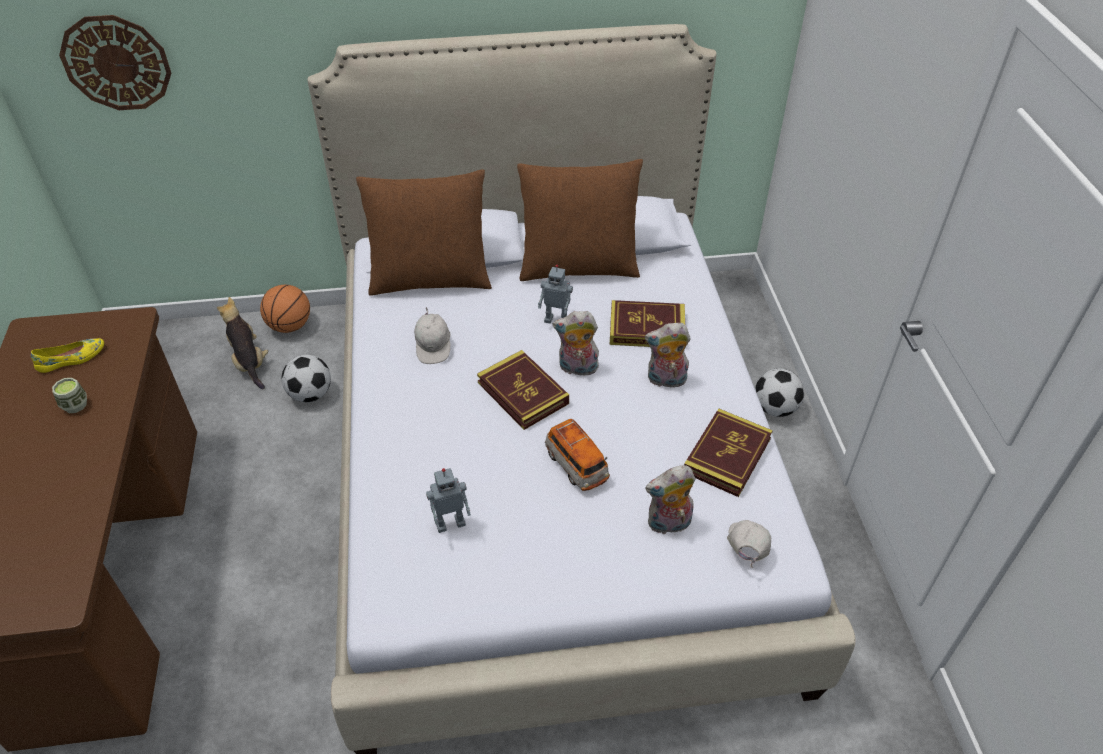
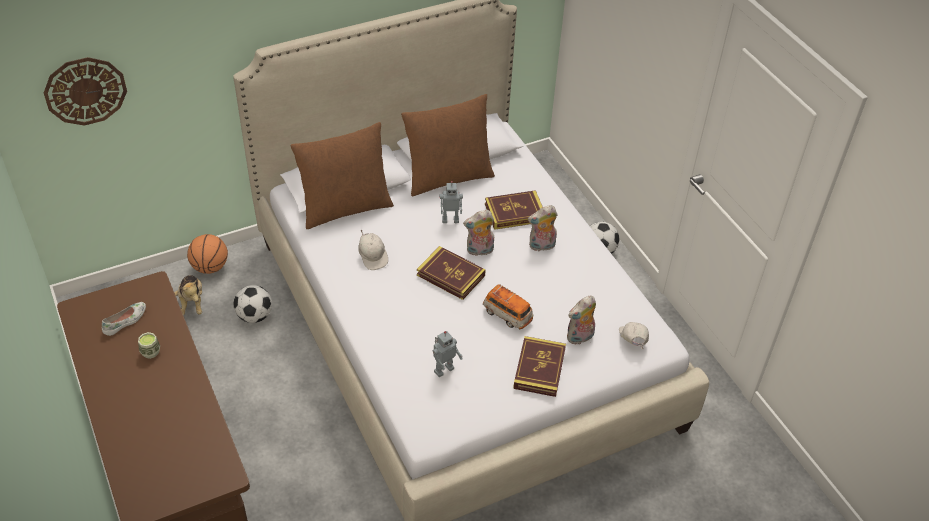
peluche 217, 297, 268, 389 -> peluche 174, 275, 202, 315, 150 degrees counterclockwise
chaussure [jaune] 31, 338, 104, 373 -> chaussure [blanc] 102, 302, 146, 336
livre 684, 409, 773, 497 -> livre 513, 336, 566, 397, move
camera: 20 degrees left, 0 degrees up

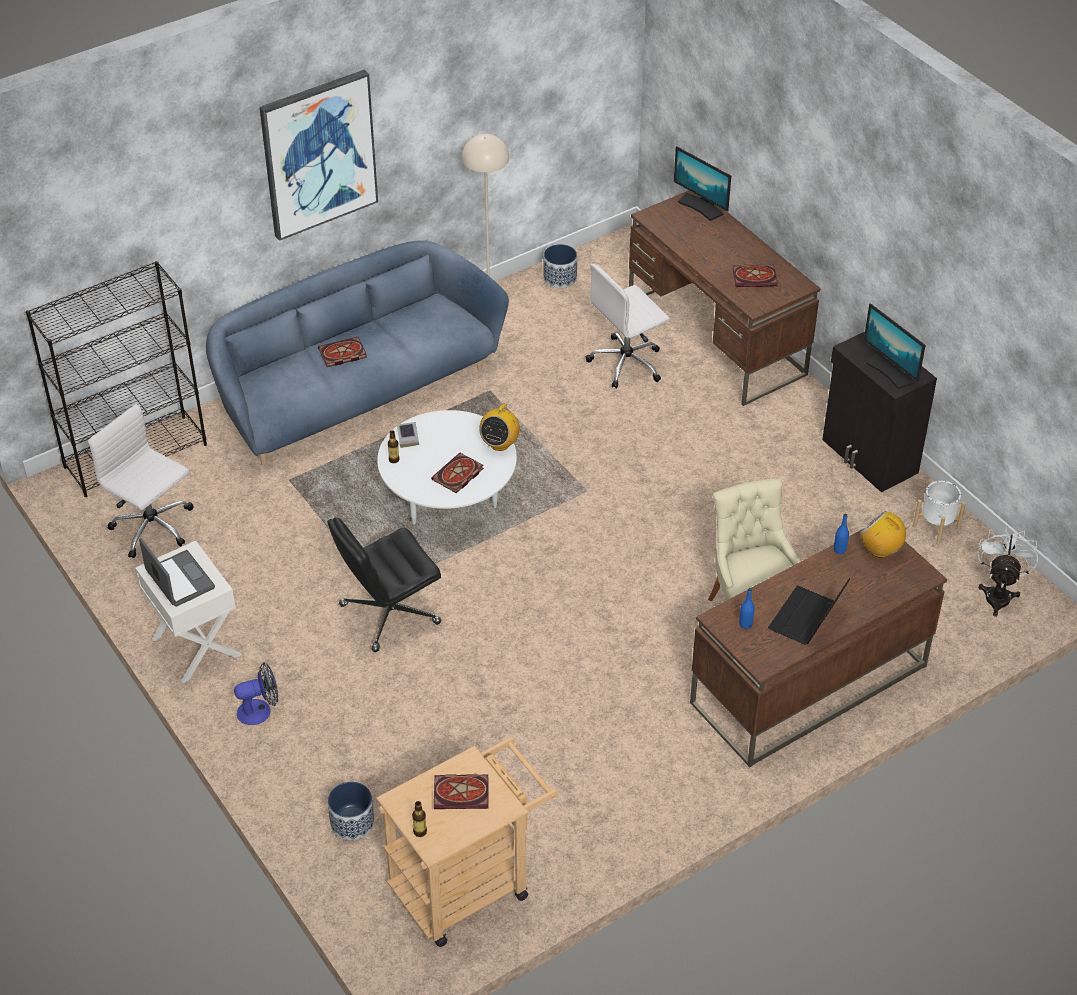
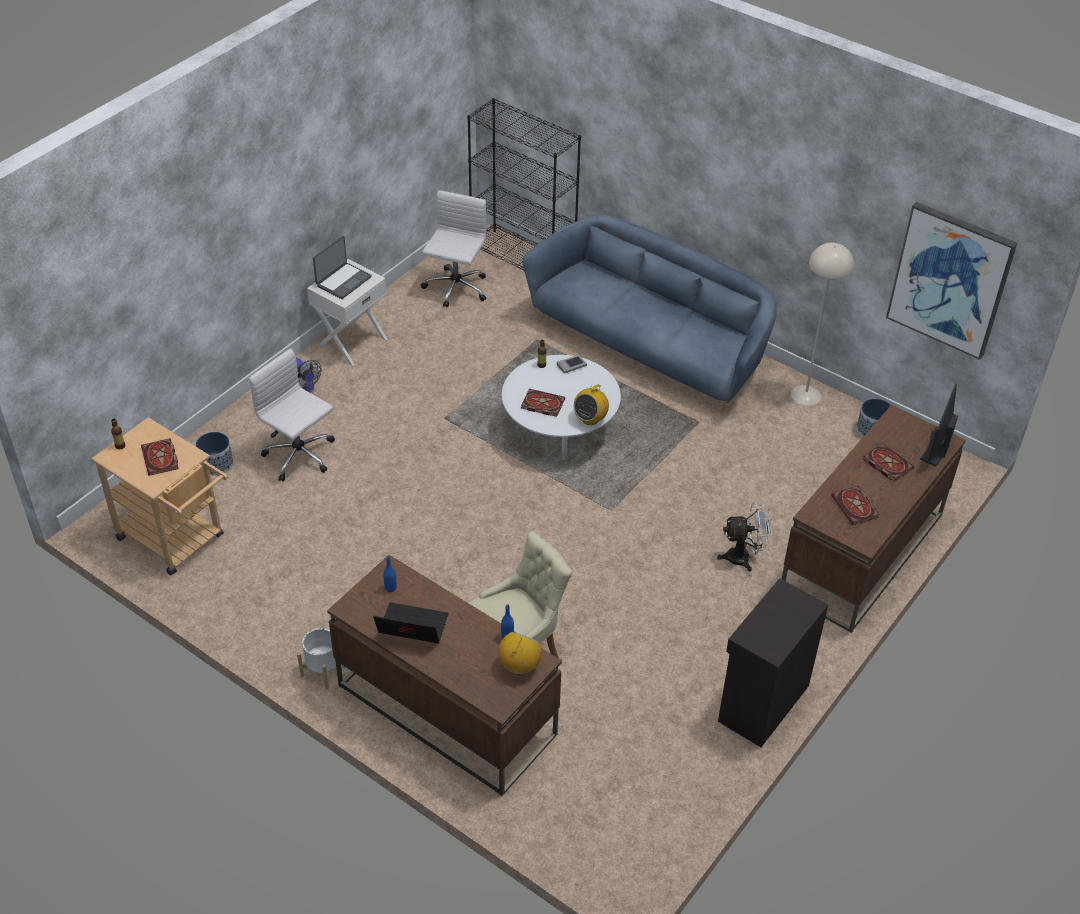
tableau 259, 70, 378, 241 -> tableau 886, 202, 1017, 360, move
chaise de bureau [blanc] 586, 264, 670, 389 -> chaise de bureau [blanc] 249, 348, 335, 482, move
écran d'ordinateur 864, 303, 926, 389 -> none
livre 318, 337, 367, 367 -> livre 863, 443, 914, 482, move
radio 479, 404, 520, 451 -> radio 574, 385, 609, 425, 60 degrees counterclockwise
cache-pot [blanc] 913, 481, 966, 544 -> cache-pot [blanc] 297, 628, 346, 689, move
chaise de bureau [noir] 327, 517, 441, 652 -> none
ventilateur [blanc] 977, 526, 1039, 617 -> ventilateur [blanc] 717, 502, 772, 572, move
camera: 70 degrees right, 0 degrees up

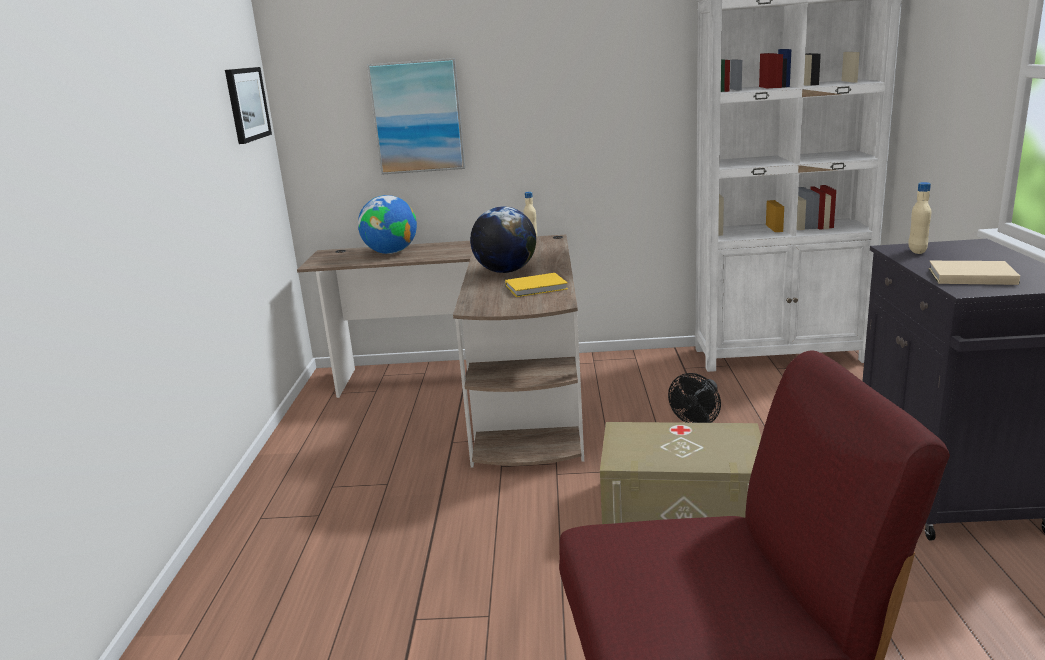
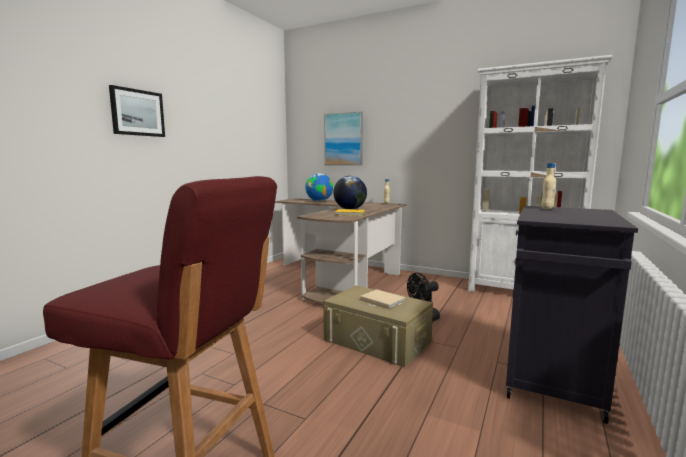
tableau 225, 67, 272, 144 -> tableau 109, 85, 165, 137, move
livre [beige] 929, 261, 1020, 285 -> livre [beige] 360, 289, 406, 309, move
camera: 25 degrees right, 10 degrees down

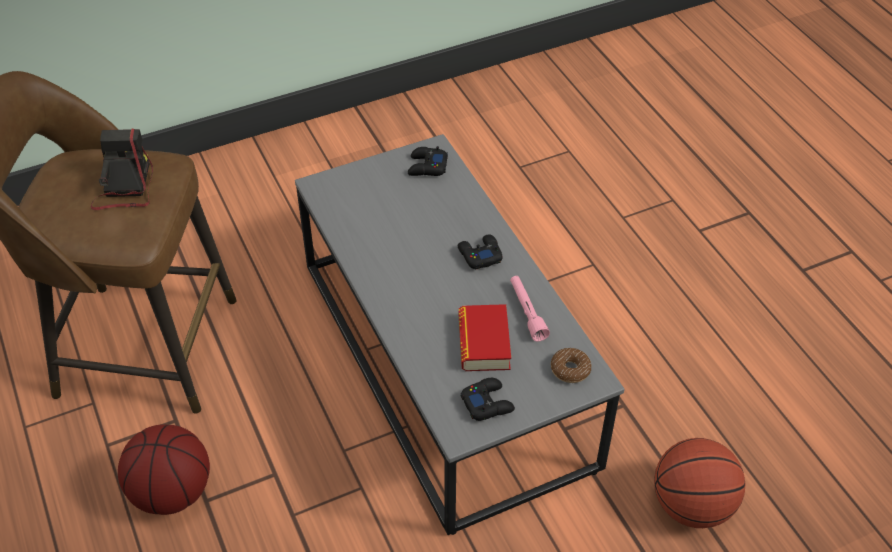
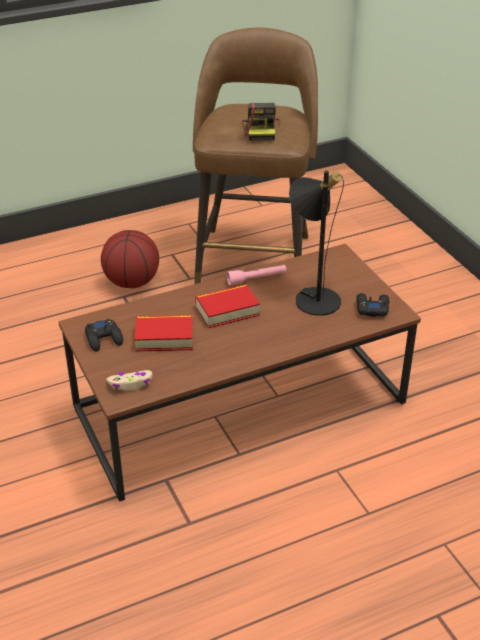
appareil photo 91, 129, 153, 210 -> appareil photo 242, 102, 281, 140, 90 degrees clockwise
table basse [gris] 295, 134, 625, 535 -> table basse [marron] 58, 244, 421, 502
manette [noir] 458, 234, 503, 270 -> none
lampe de poche [rose] 510, 276, 550, 341 -> lampe de poche [rose] 227, 265, 286, 286, move
beignet 551, 348, 591, 383 -> manette [beige] 106, 370, 153, 391
ballon de basket 654, 438, 745, 528 -> none
none -> lampe de table [noir] 289, 171, 344, 316
none -> livre 195, 284, 260, 328
camera: 90 degrees right, 10 degrees down

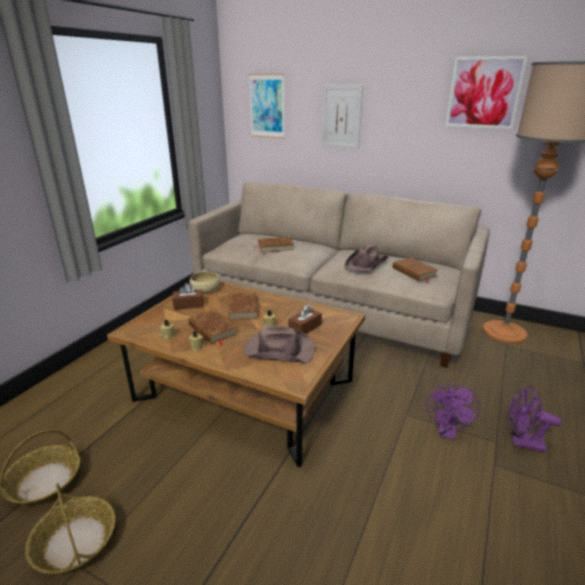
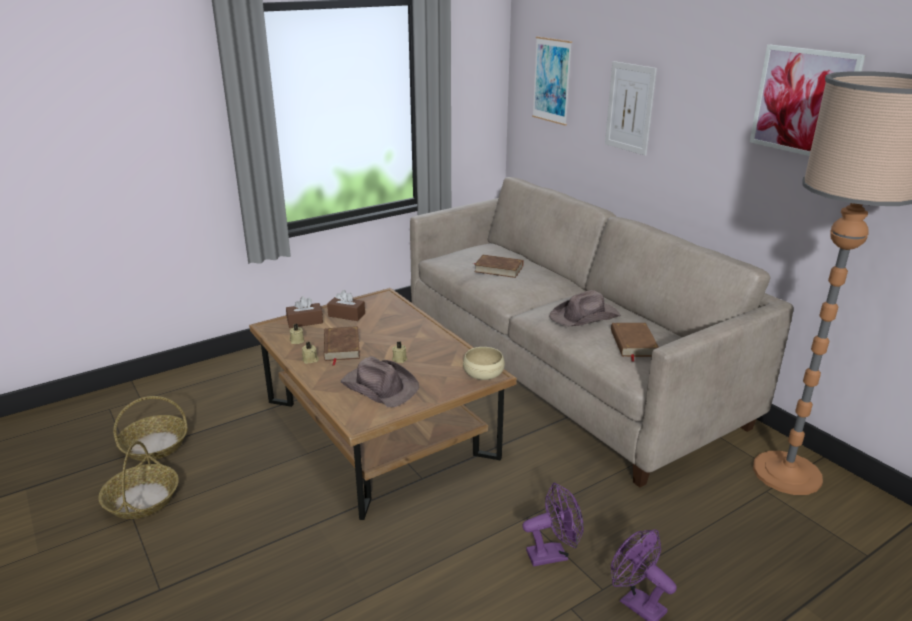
bol [beige] 190, 271, 219, 293 -> bol [beige] 463, 347, 505, 380, move
livre [marron] 228, 292, 258, 320 -> none
boîte à mouchoirs [marron] 289, 304, 322, 334 -> boîte à mouchoirs [marron] 286, 296, 323, 328, move
ventilateur [violet] 427, 383, 481, 440 -> ventilateur [violet] 523, 483, 583, 566, 150 degrees counterclockwise
camera: 30 degrees right, 0 degrees up

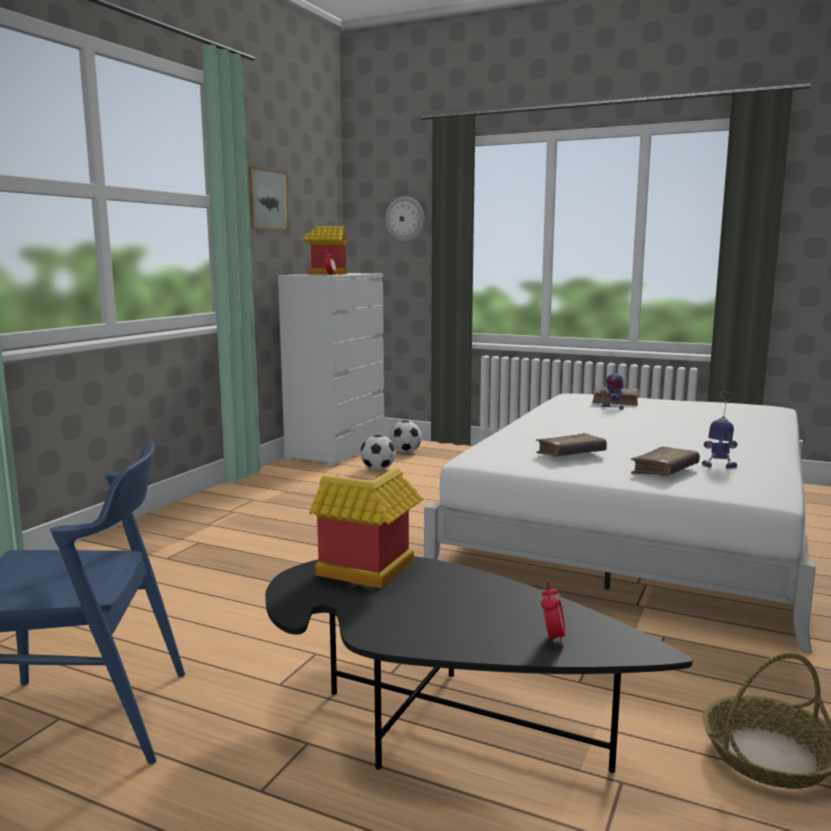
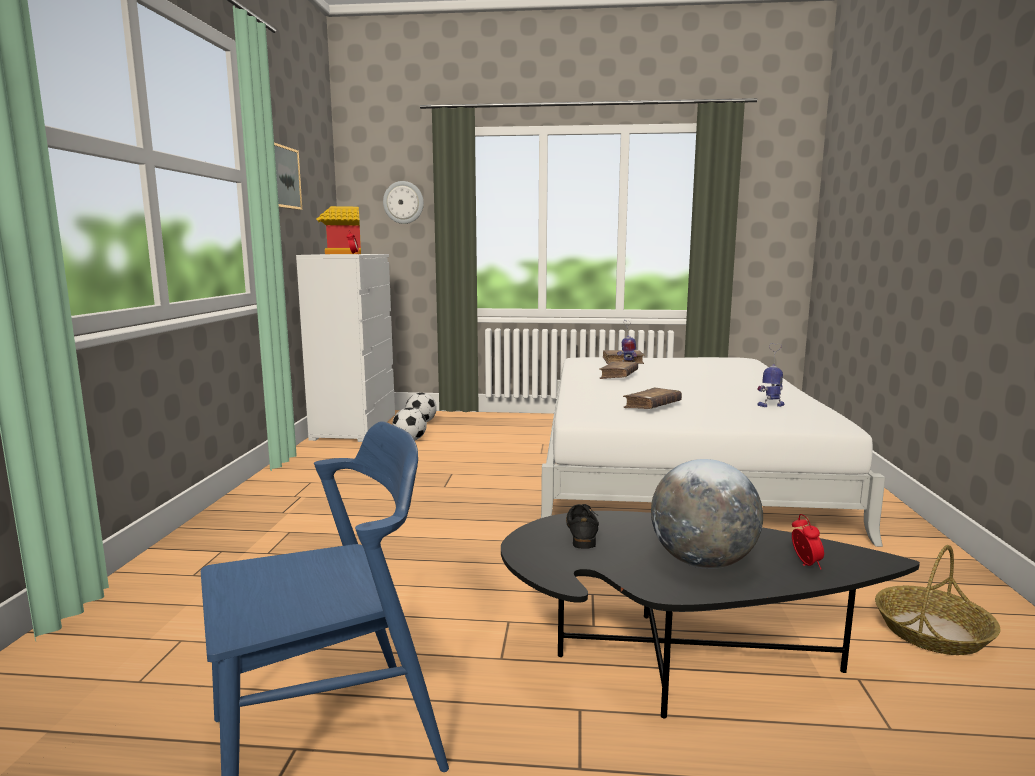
livre [marron] 631, 447, 700, 476 -> livre [marron] 599, 361, 638, 379, move
maison miniature 309, 468, 424, 588 -> chaussure [noir] 566, 504, 599, 548
none -> globe 651, 459, 763, 569
camera: 20 degrees left, 0 degrees up

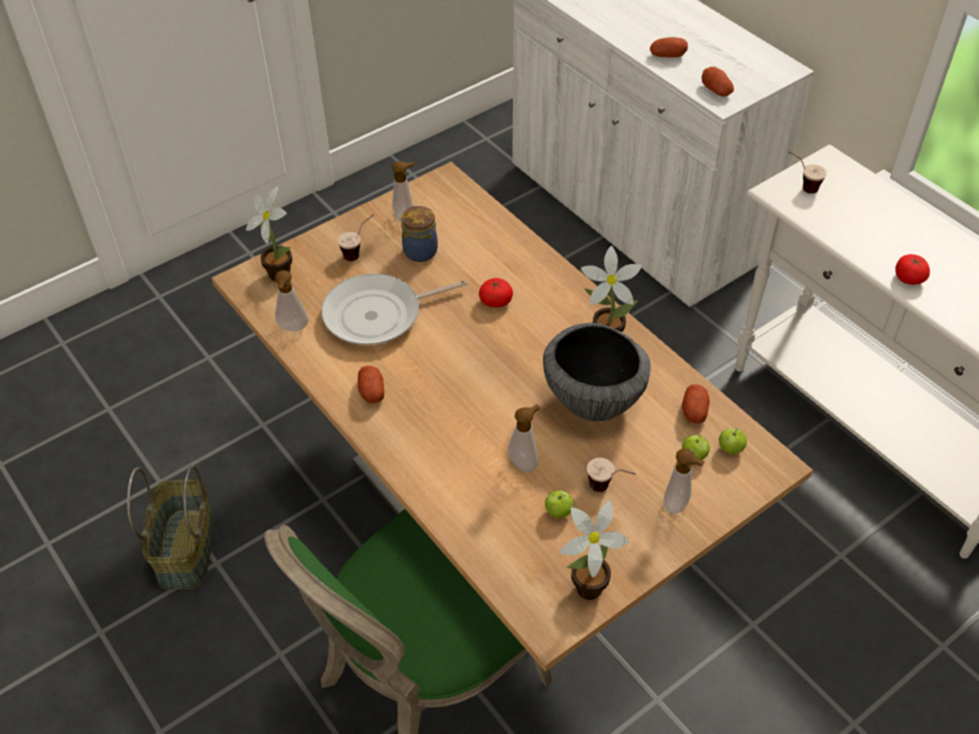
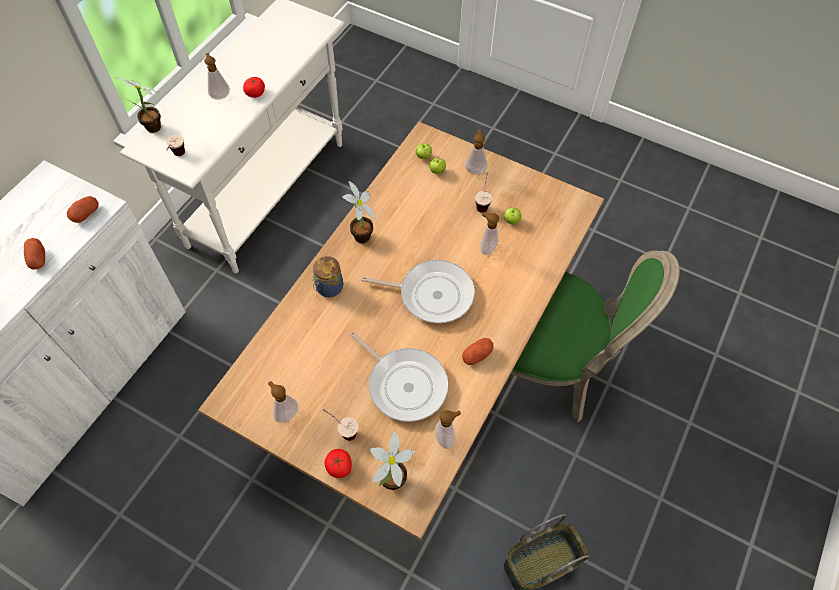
bocal 401, 206, 438, 262 -> bocal 312, 256, 343, 297, move
tomate 479, 278, 513, 308 -> tomate 325, 449, 352, 478, move
bol 543, 323, 651, 421 -> none
pomme de terre 682, 384, 710, 424 -> none
plante en pot 559, 500, 629, 600 -> plante en pot 115, 77, 161, 133, move
none -> distributeur de savon 204, 53, 230, 100
none -> poêle 361, 260, 475, 323
camera: 115 degrees left, 10 degrees up

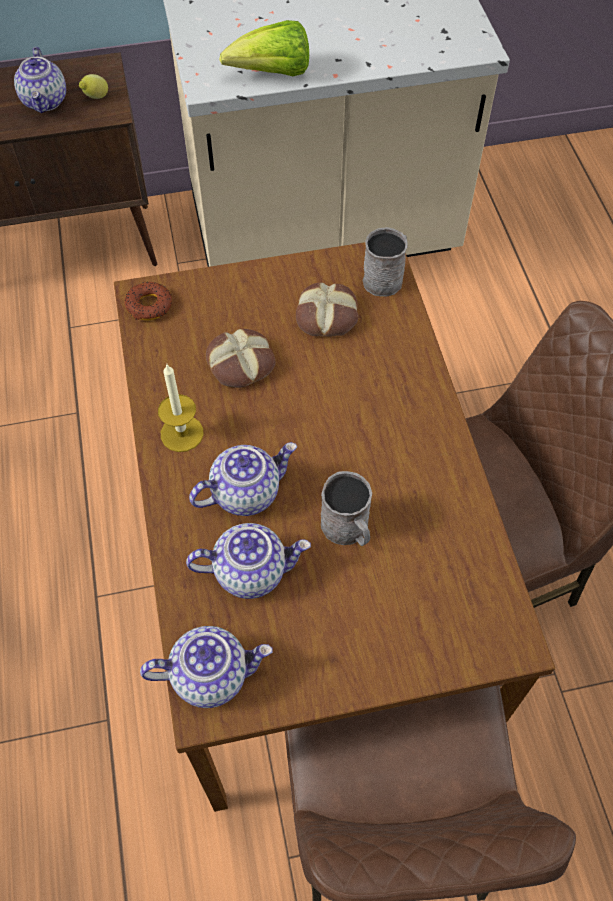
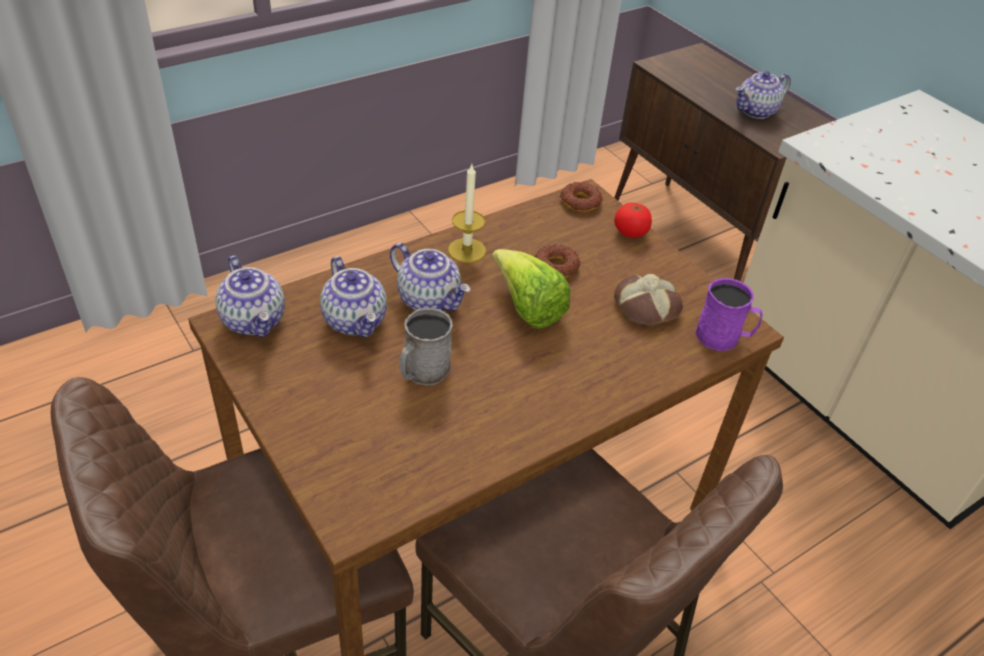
laitue 219, 20, 309, 76 -> laitue 492, 249, 571, 329, move
citron 79, 74, 108, 99 -> none
mug [gris] 362, 227, 408, 297 -> mug [violet] 695, 278, 763, 351
pain 206, 329, 275, 388 -> beignet 535, 244, 580, 278
none -> tomate 614, 203, 652, 238
camera: 65 degrees right, 15 degrees down

